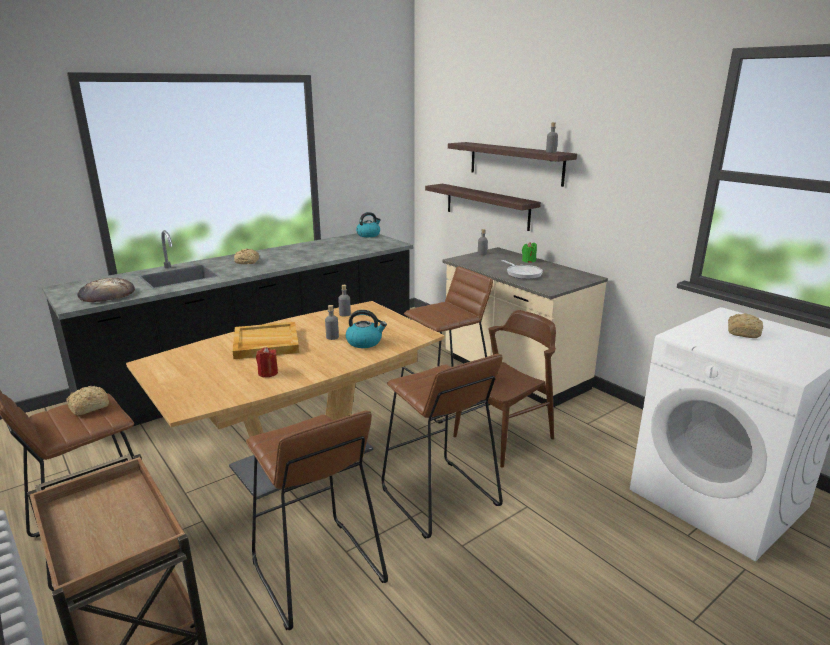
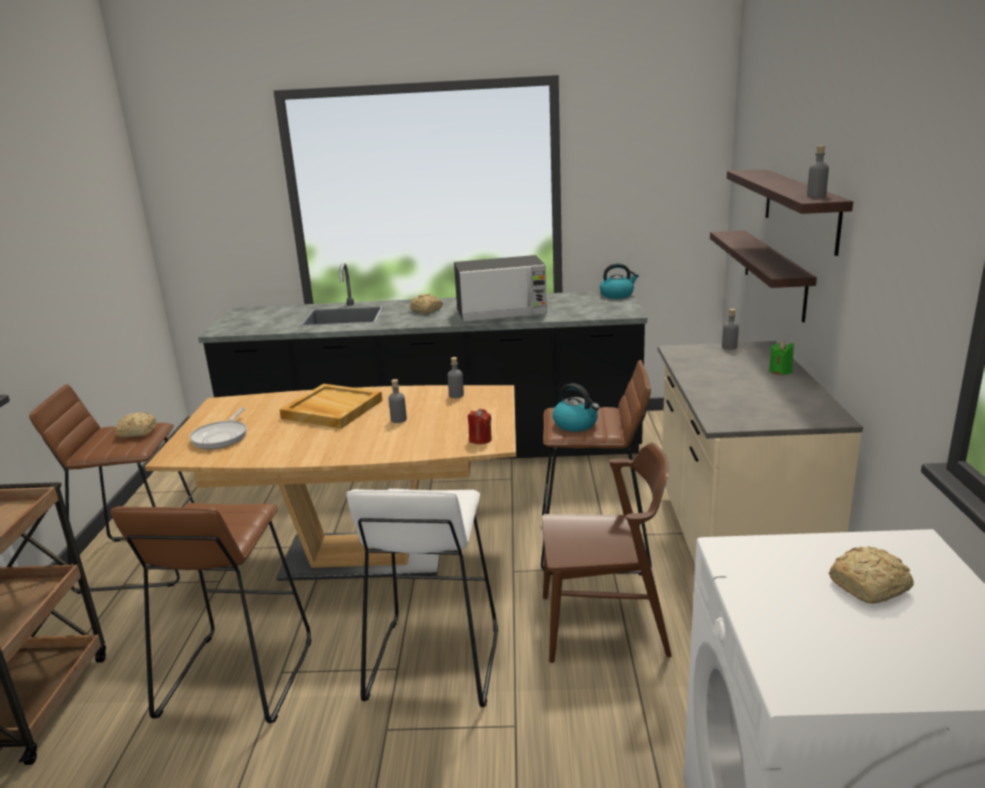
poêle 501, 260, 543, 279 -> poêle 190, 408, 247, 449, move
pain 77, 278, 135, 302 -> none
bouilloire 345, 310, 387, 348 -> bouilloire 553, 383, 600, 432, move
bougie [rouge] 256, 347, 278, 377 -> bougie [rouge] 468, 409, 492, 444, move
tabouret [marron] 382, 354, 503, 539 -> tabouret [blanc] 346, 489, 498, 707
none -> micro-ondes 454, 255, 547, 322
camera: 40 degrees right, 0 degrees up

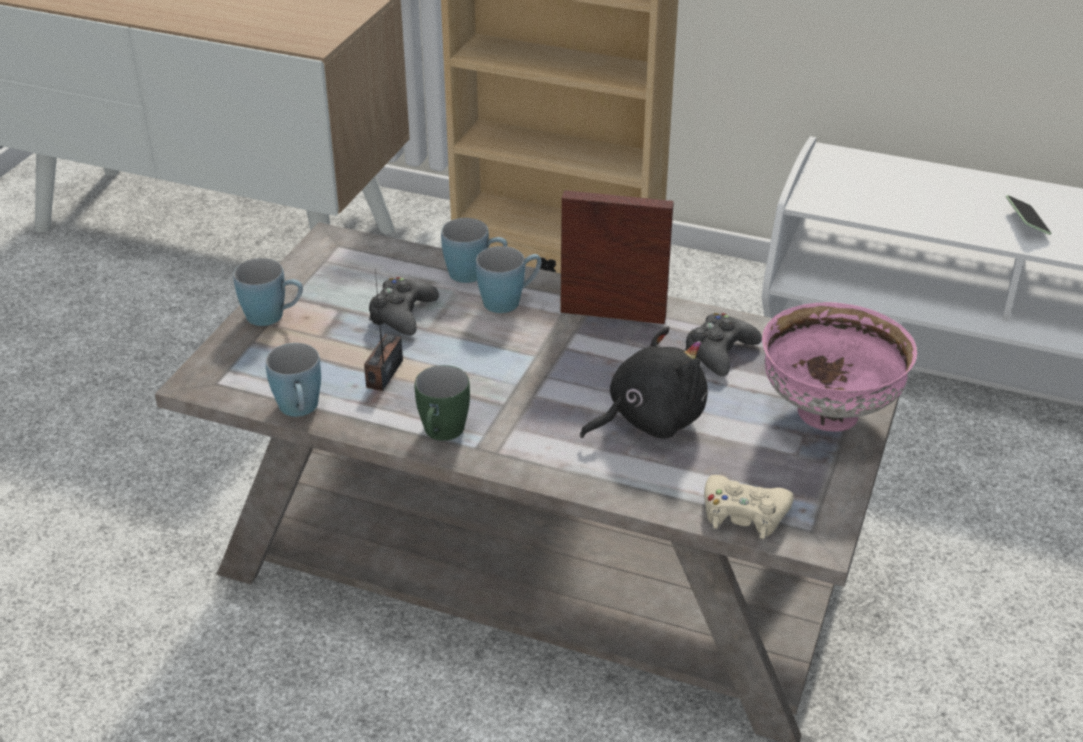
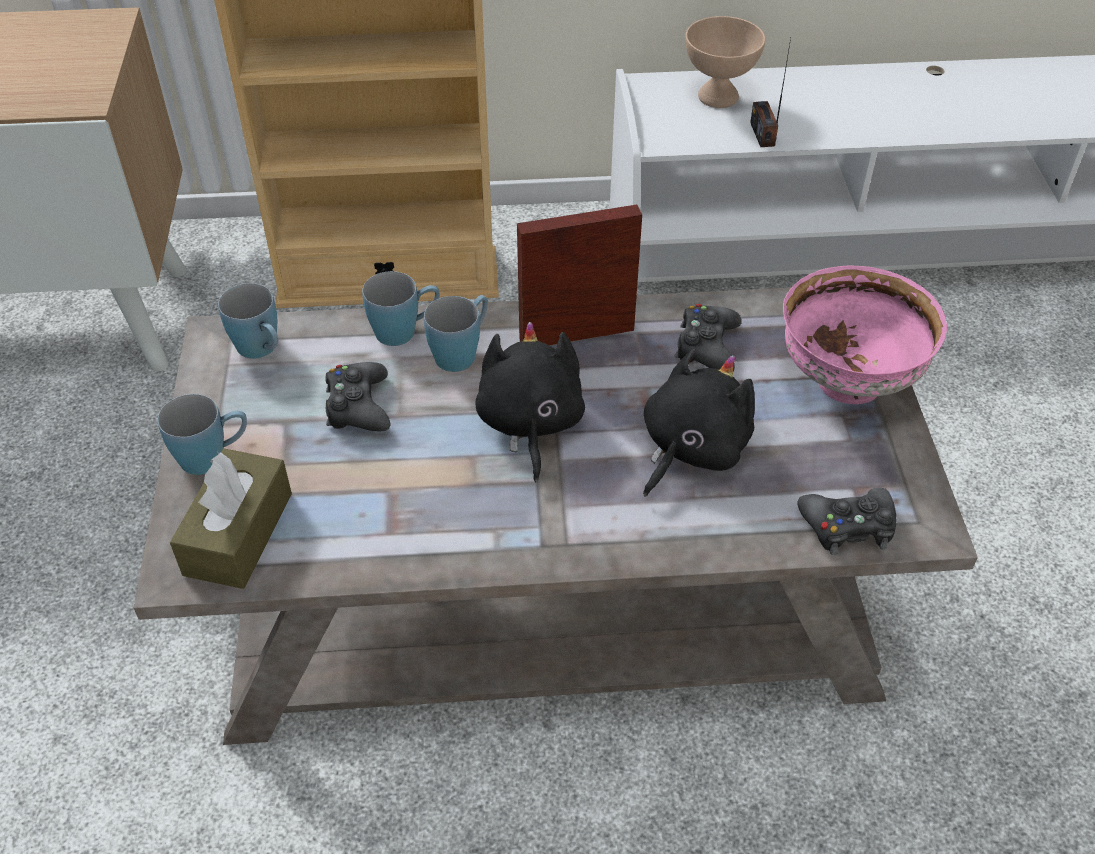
téléphone 1006, 195, 1051, 235 -> none
radio 364, 270, 403, 391 -> radio 750, 38, 791, 147, move
mug [bleu] 265, 343, 321, 417 -> mug [bleu] 218, 283, 278, 359, move
mug [vert] 415, 365, 470, 441 -> none
manette [beige] 704, 475, 794, 539 -> manette [noir] 798, 488, 896, 555
none -> bol [beige] 685, 16, 765, 108
none -> peluche [noir] 475, 322, 585, 483
none -> boîte à mouchoirs [marron] 170, 449, 292, 589
camera: 25 degrees left, 10 degrees up

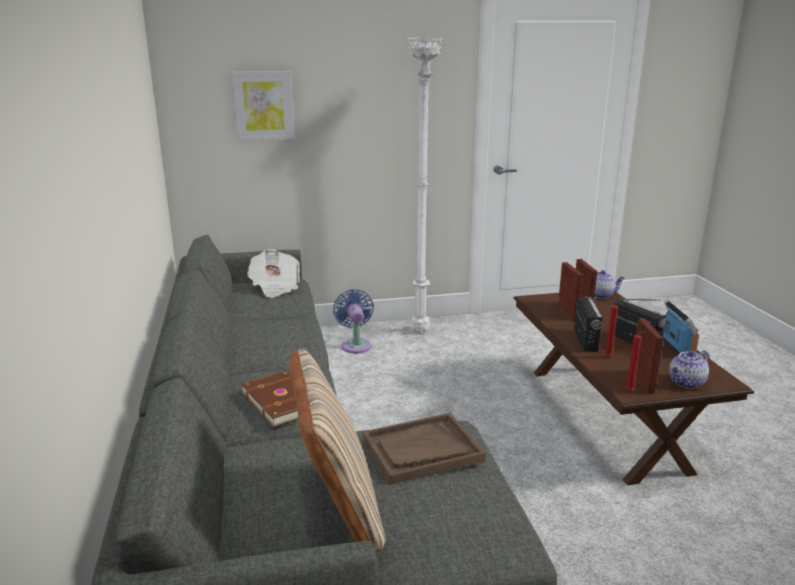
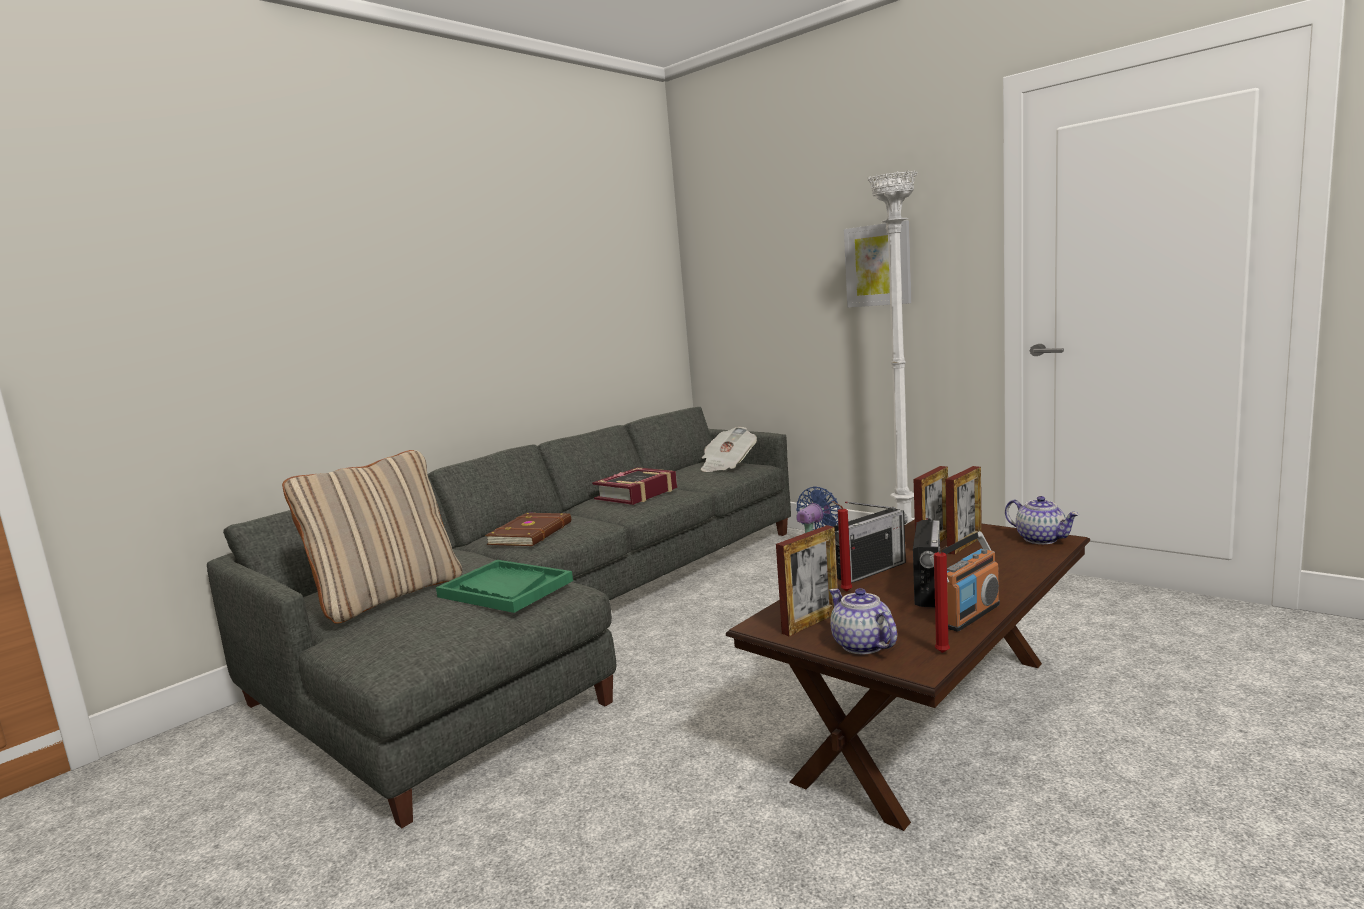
tableau 232, 71, 295, 141 -> tableau 844, 220, 911, 307, move
bougie [rouge] 626, 331, 645, 392 -> bougie [rouge] 934, 546, 950, 653, move
théière 669, 350, 709, 389 -> théière 829, 588, 897, 654, 45 degrees clockwise
plateau [marron] 362, 413, 486, 485 -> plateau [vert] 436, 560, 573, 613
none -> livre 592, 467, 677, 505
camera: 55 degrees right, 10 degrees down

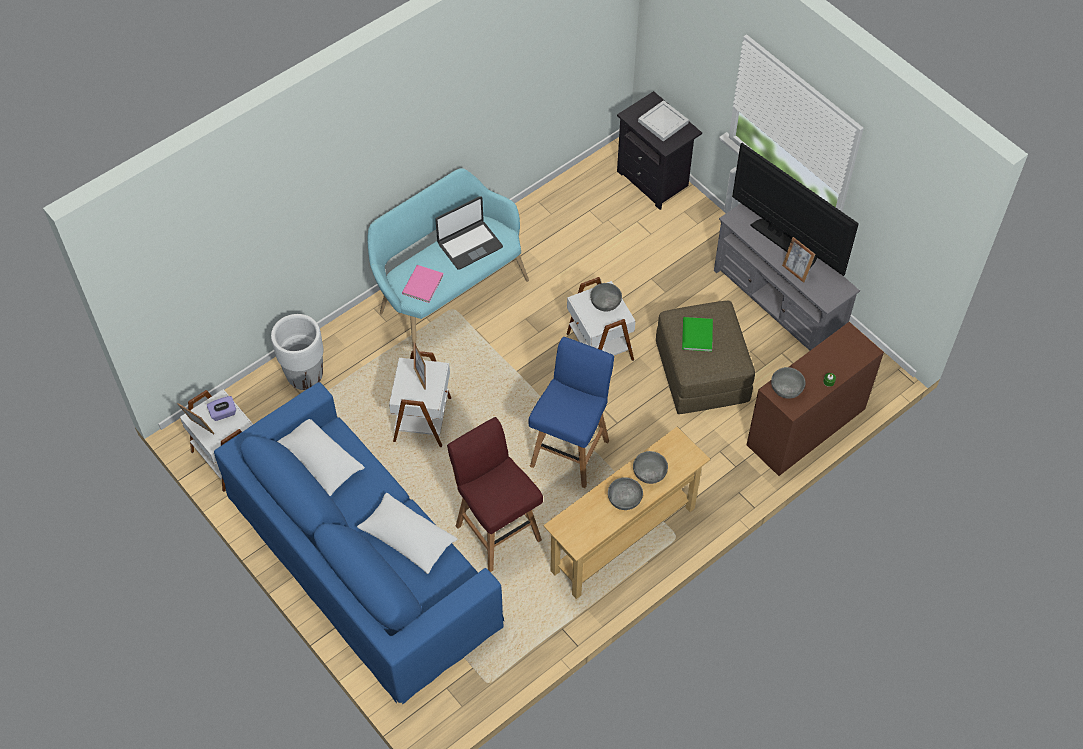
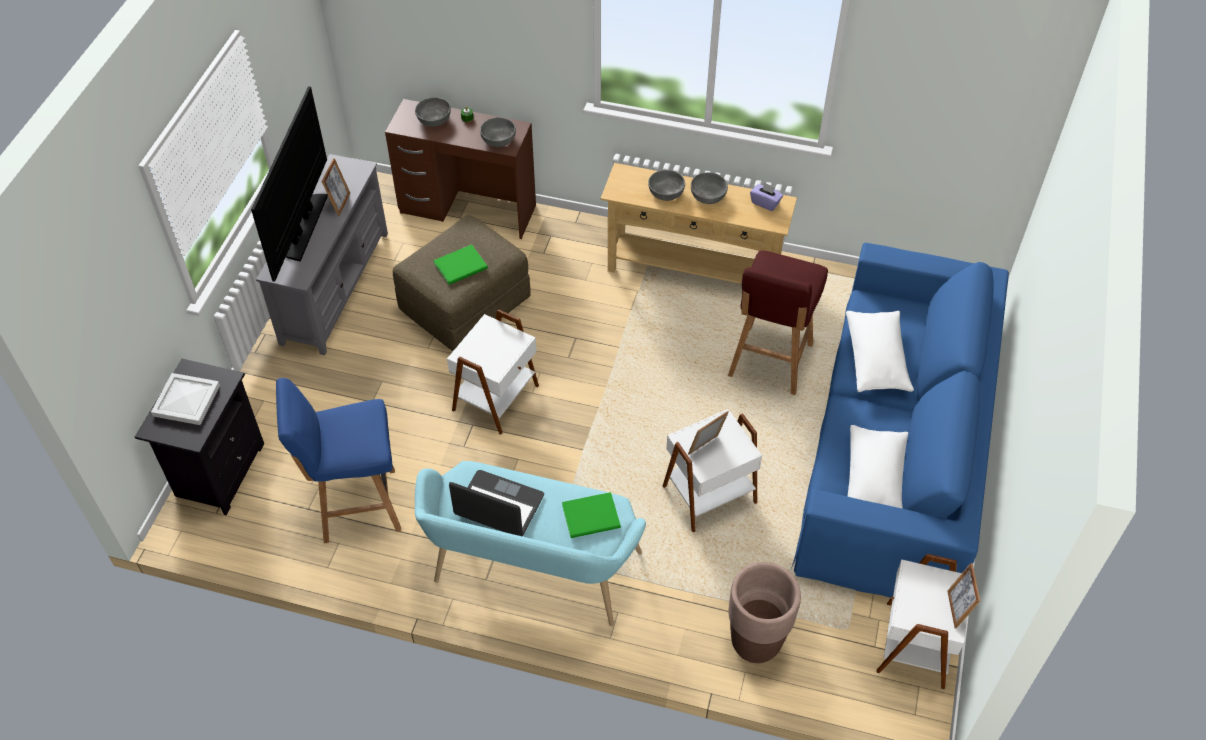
livre [rose] 402, 265, 444, 303 -> livre [vert] 562, 492, 621, 538
bol [gris] 590, 283, 622, 312 -> bol [gris] 415, 97, 451, 127, move
cache-pot [blanc] 271, 314, 323, 390 -> cache-pot [marron] 728, 562, 801, 663
tabouret [bleu] 529, 337, 614, 488 -> tabouret [bleu] 276, 378, 401, 543, move
boîte à mouchoirs [violet] 207, 396, 236, 421 -> boîte à mouchoirs [violet] 750, 182, 783, 211, move
camera: 125 degrees left, 5 degrees down

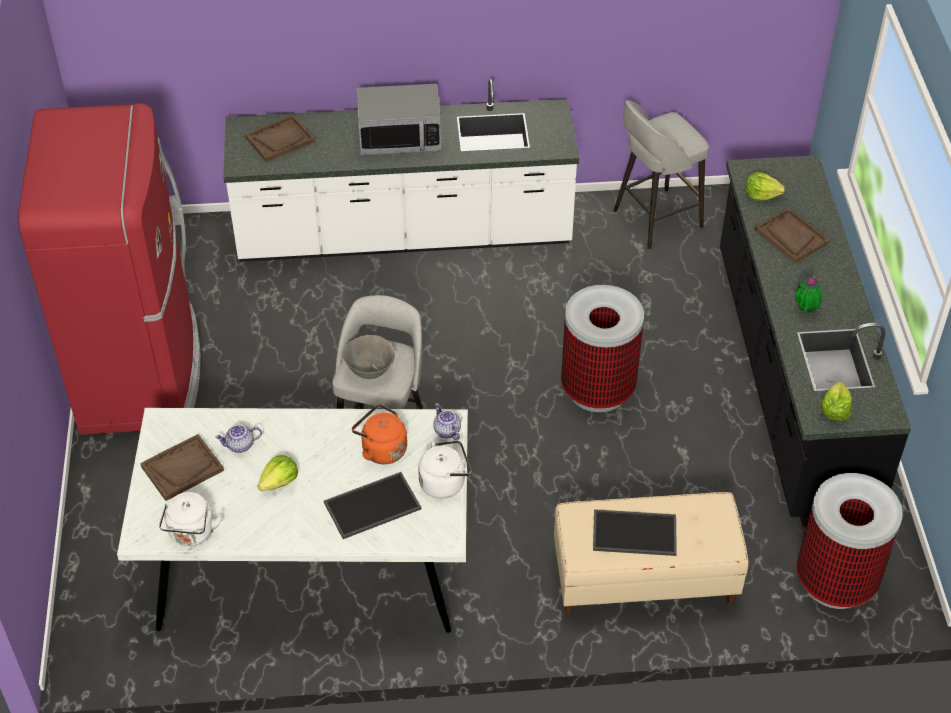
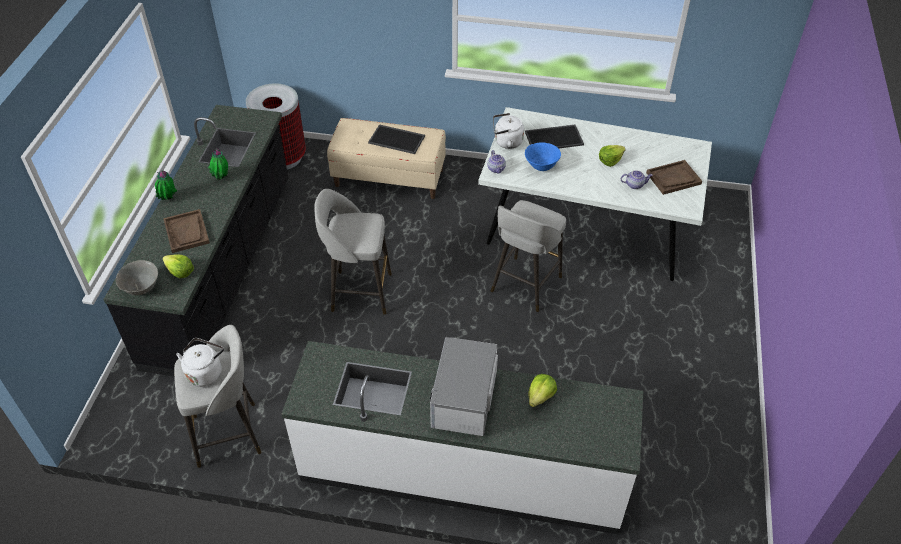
micro-ondes 357, 84, 441, 155 -> micro-ondes 430, 337, 498, 436, 90 degrees counterclockwise
réfrigérateur [rouge] 18, 103, 201, 435 -> none
plateau [marron] 245, 115, 315, 162 -> none
poubelle 561, 285, 644, 412 -> tabouret [gris] 315, 189, 392, 315
bol [gris] 343, 335, 395, 379 -> bol [gris] 116, 260, 158, 295, move
laitue 820, 382, 852, 421 -> laitue 528, 374, 557, 407, move
bouilloire [orange] 352, 404, 407, 464 -> bol [bleu] 525, 143, 561, 171
bouilloire [blanc] 159, 492, 222, 546 -> bouilloire [blanc] 176, 338, 224, 387, move
none -> plante en pot 155, 171, 177, 200
camera: 165 degrees left, 0 degrees up

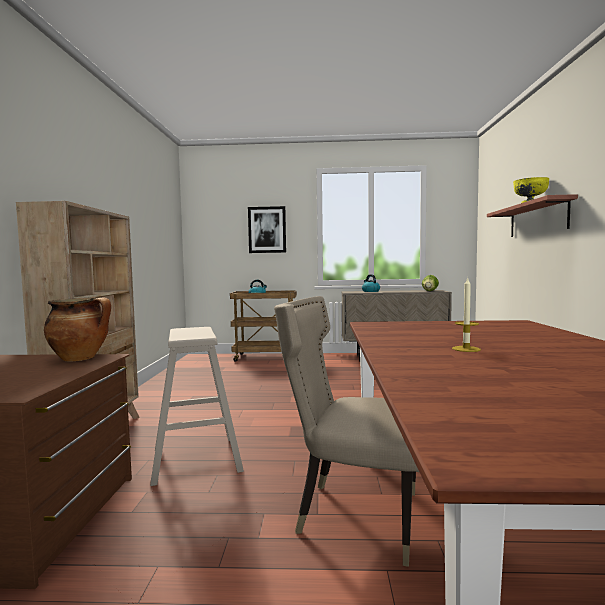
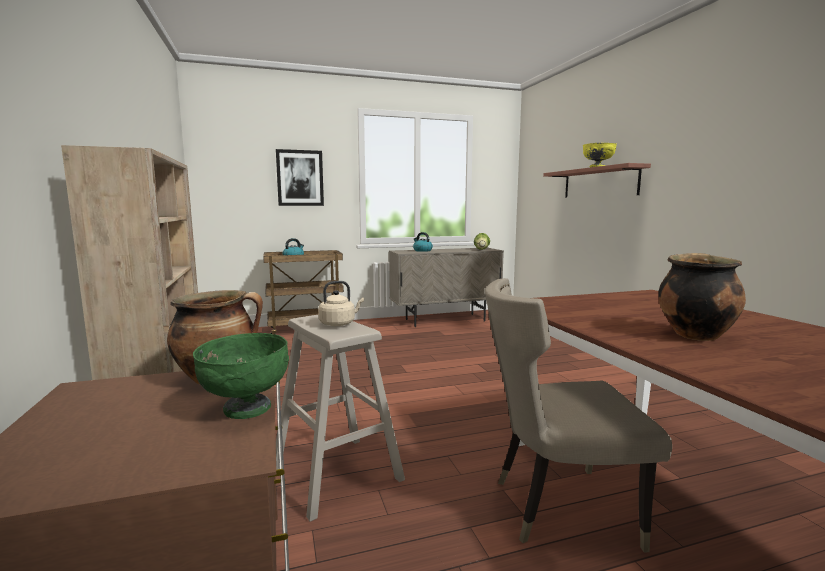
bougie 452, 277, 481, 352 -> marmite 658, 253, 746, 341
none -> bouilloire [beige] 318, 281, 364, 326
none -> bol [vert] 193, 333, 289, 419
camera: 20 degrees left, 5 degrees up

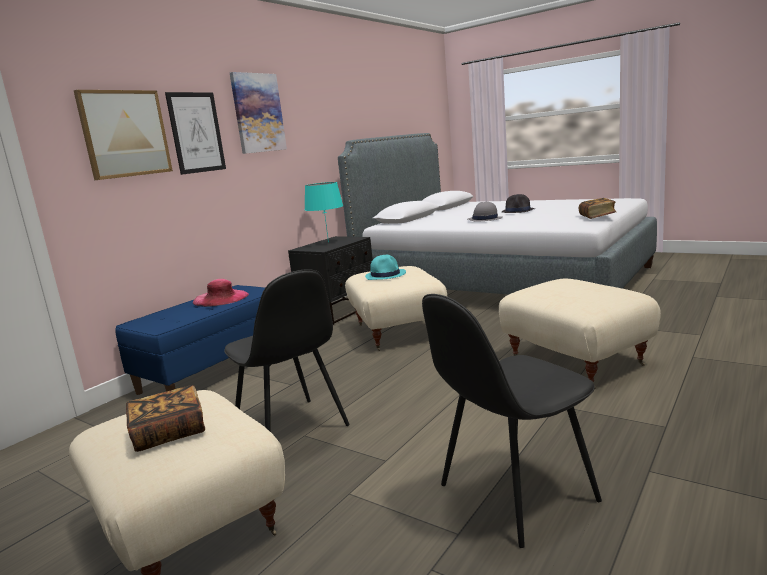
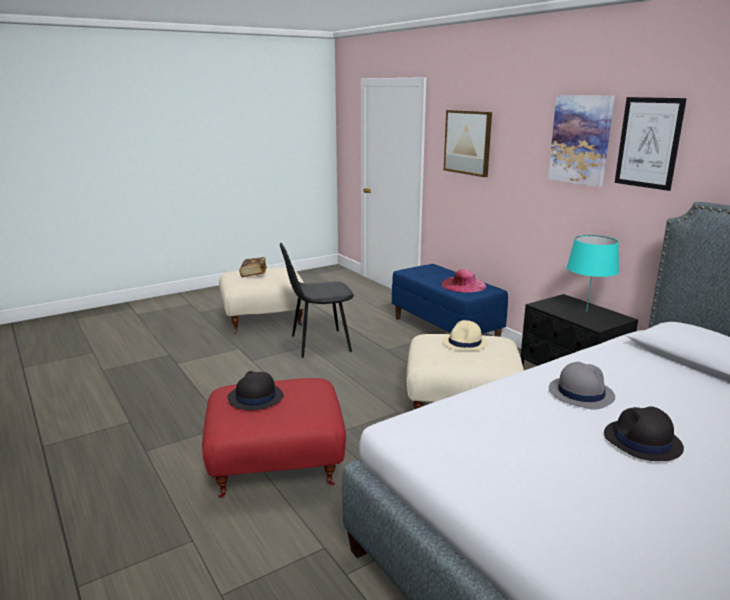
tableau 165, 92, 226, 175 -> tableau 615, 97, 687, 191, move
livre 579, 198, 616, 219 -> none
chapeau [turquoise] 365, 255, 406, 280 -> chapeau [beige] 442, 320, 488, 350
pouf [beige] 499, 279, 661, 388 -> pouf [rouge] 202, 378, 346, 498
chaise [noir] 422, 294, 602, 548 -> none
none -> chapeau [noir] 228, 371, 283, 410
camera: 110 degrees right, 5 degrees up

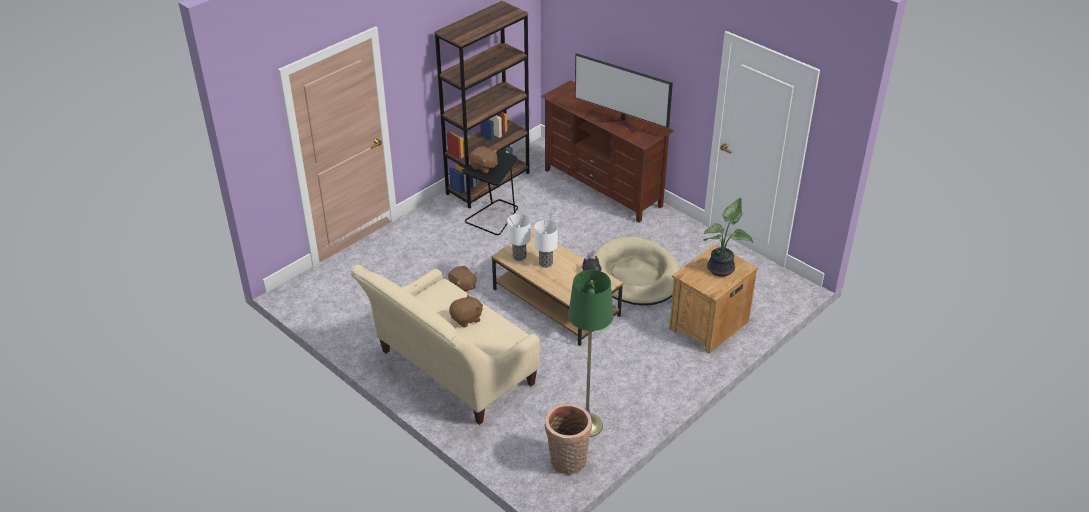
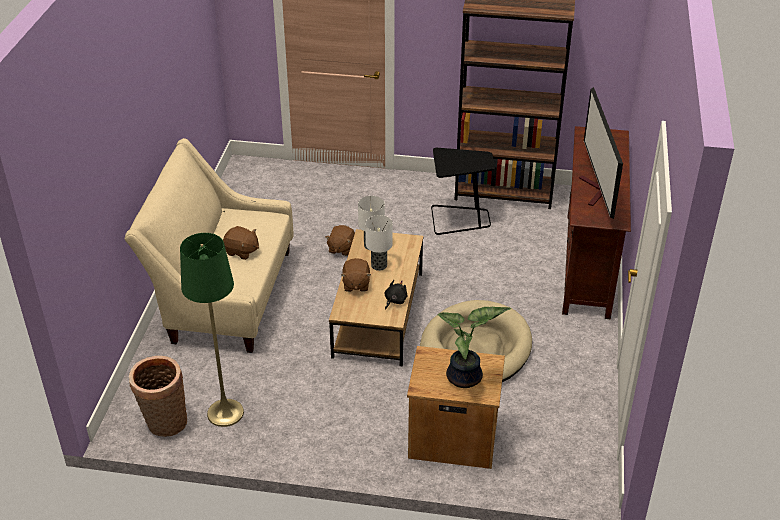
peluche [marron] 469, 146, 498, 173 -> peluche [marron] 341, 258, 371, 292, move
camera: 55 degrees right, 0 degrees up

